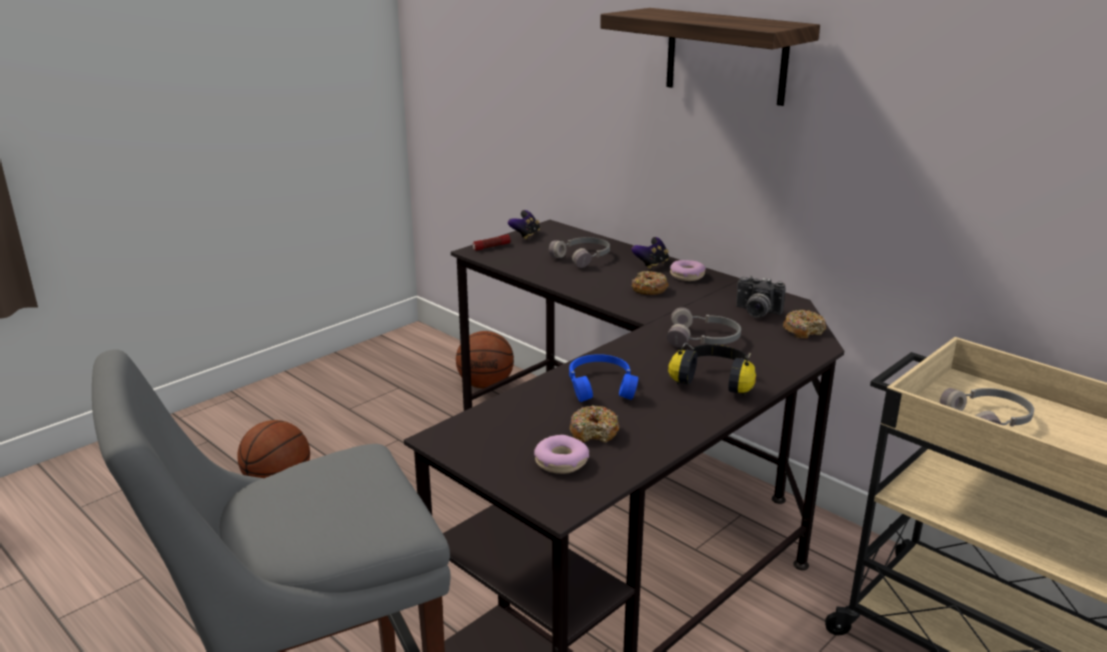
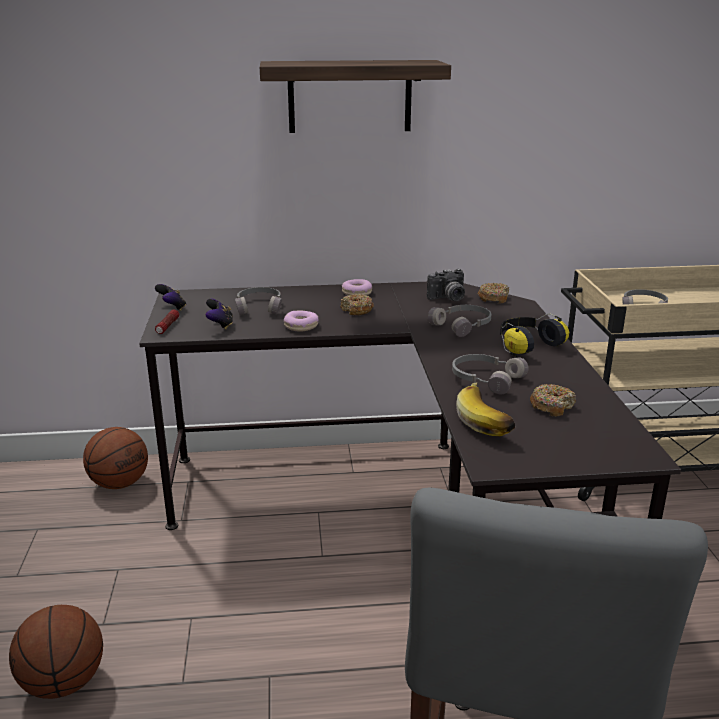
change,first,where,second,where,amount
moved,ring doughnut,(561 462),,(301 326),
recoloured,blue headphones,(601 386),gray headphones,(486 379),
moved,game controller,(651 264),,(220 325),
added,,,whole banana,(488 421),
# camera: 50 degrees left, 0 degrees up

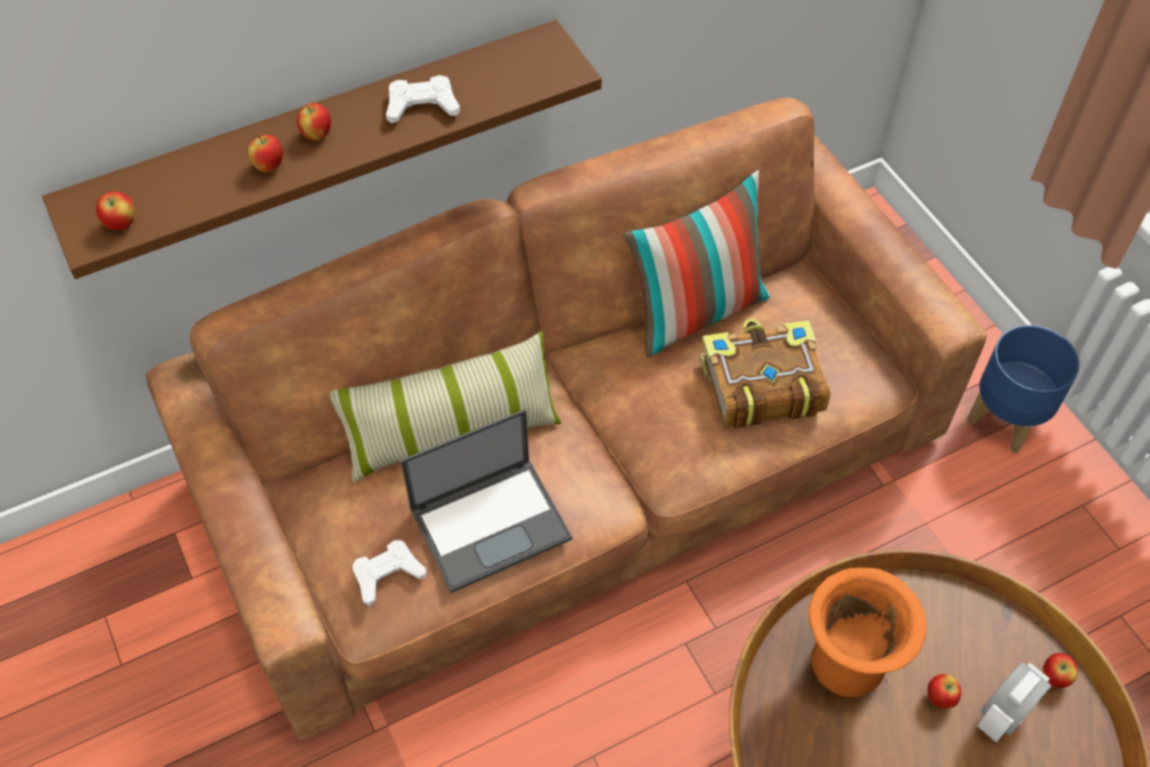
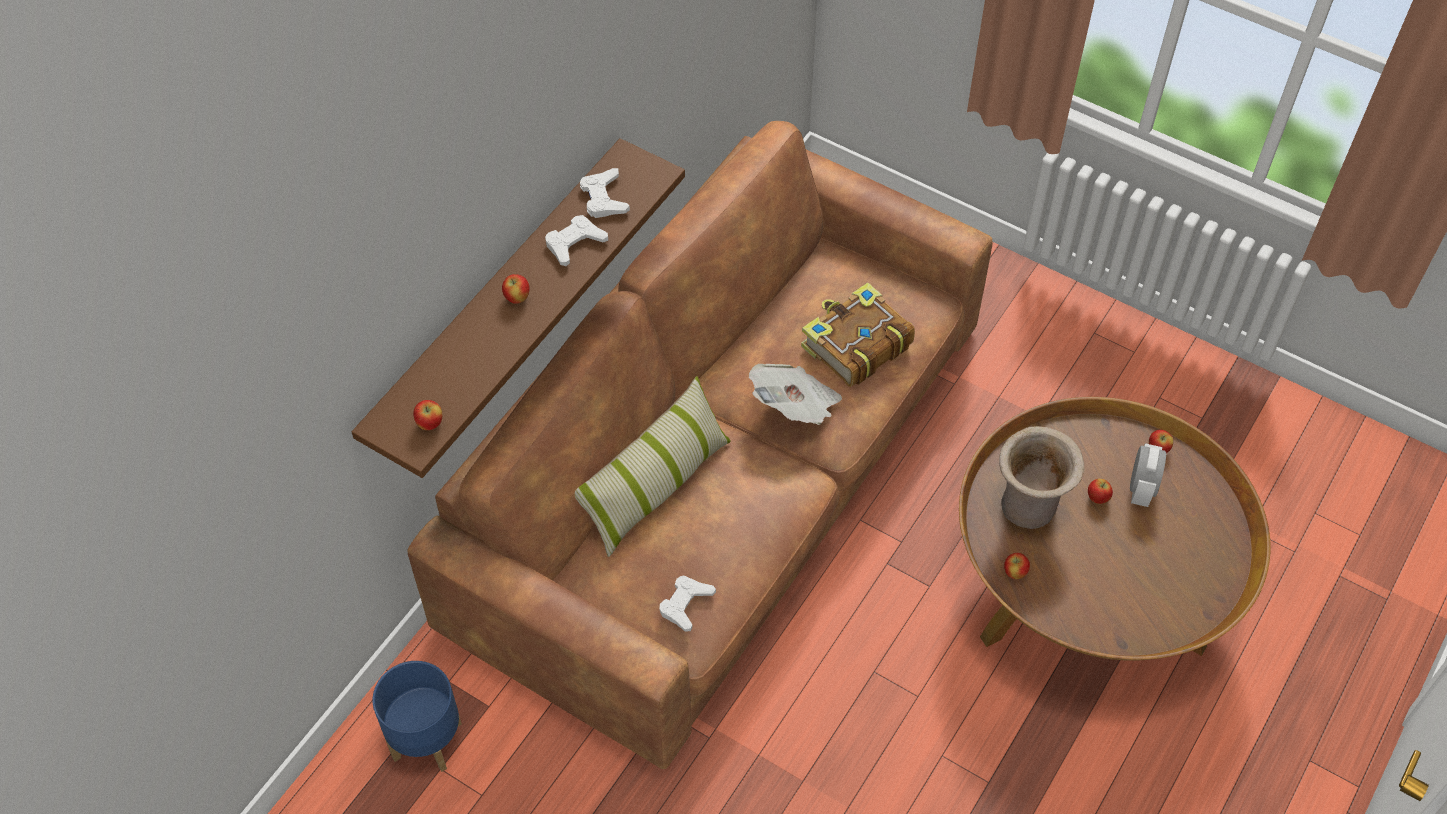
change,first,where,second,where,amount
moved,whole apple,(269 167),,(1014 573),
removed,portable computer,(492 523),,,
removed,pillow,(696 311),,,
recoloured,orange decorative vase,(847 668),beige decorative vase,(1029 509),
moved,blue planter,(1007 420),,(428 740),
added,,,whitish game controller,(604 198),
added,,,daily paper,(795 406),
# camera: 30 degrees left, 0 degrees up

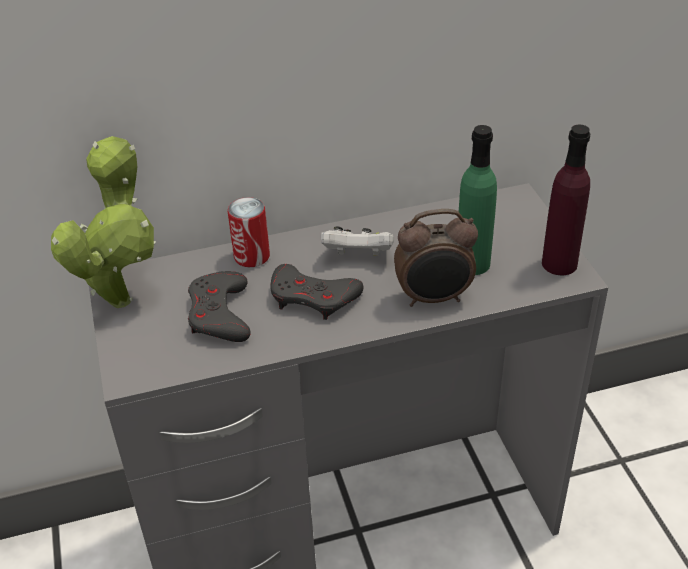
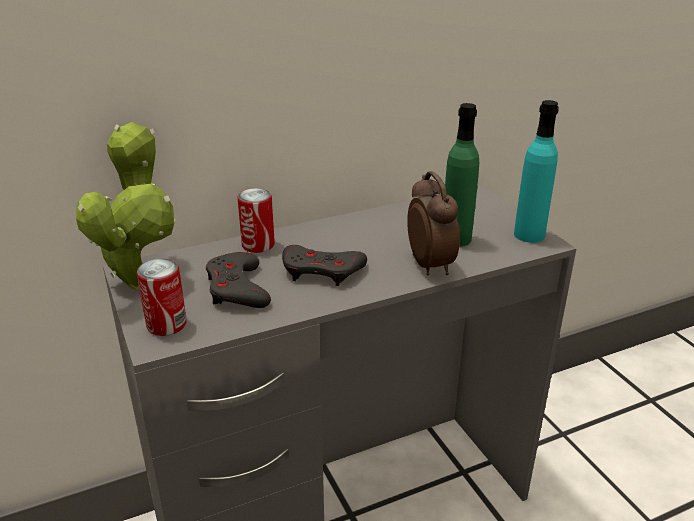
change,first,where,second,where,amount
removed,whitish game controller,(358 256),,,
turned,bedside clock,(434 298),,(431 265),90 degrees counterclockwise
recoloured,purple bottle,(559 264),blue-green bottle,(529 235),
added,,,sealed can,(166 324),
# camera: 10 degrees left, 10 degrees down

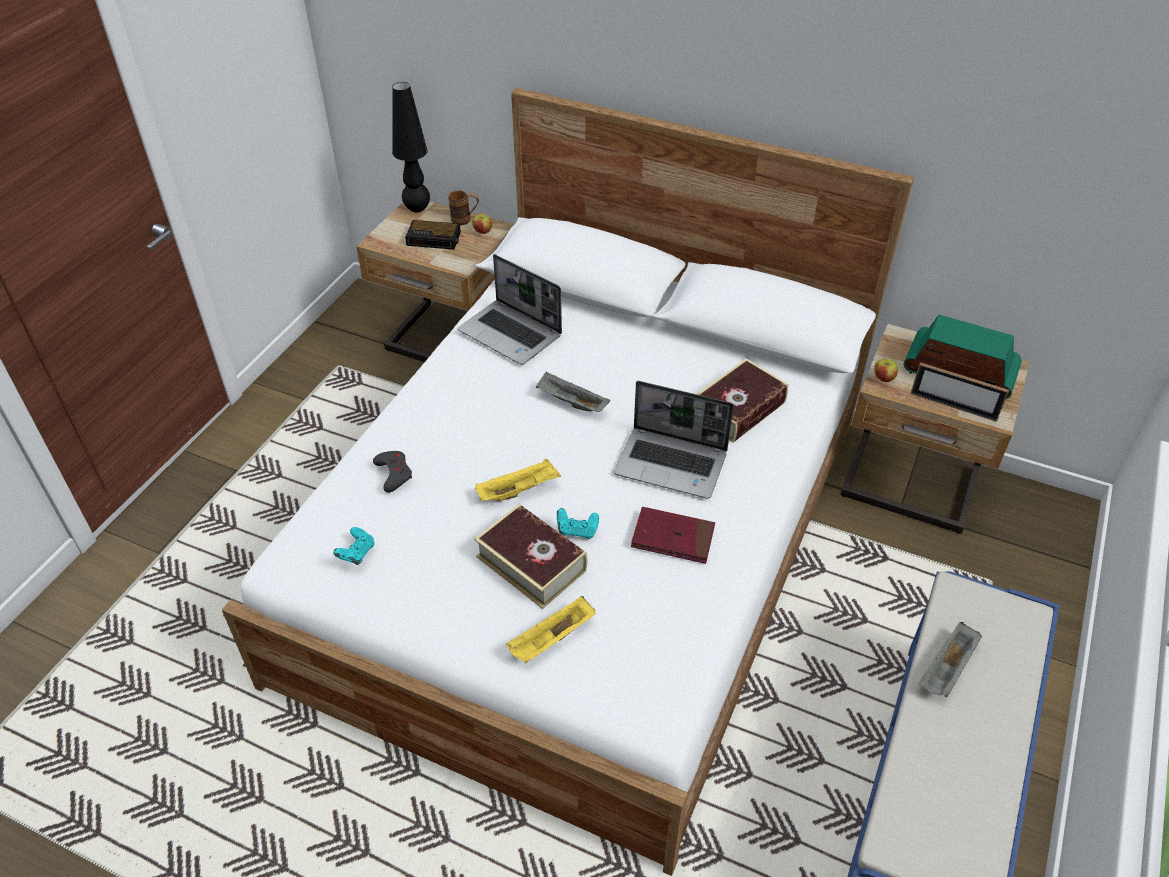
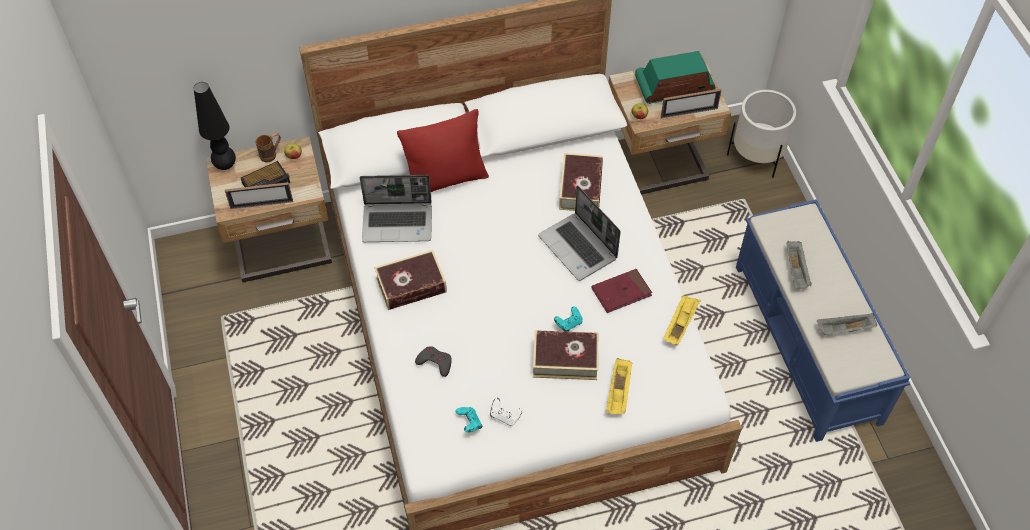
change,first,where,second,where,amount
moved,yellow serving tray,(519 490),,(680 324),
moved,gray serving tray,(570 403),,(844 329),
turned,portable computer,(672 464),,(579 248),75 degrees clockwise
added,,,photo frame,(261 204),
added,,,volume,(411 285),
added,,,red pillow,(446 180),
added,,,whitish game controller,(505 416),
added,,,whitish planter,(756 156),
# camera: 40 degrees left, 10 degrees up

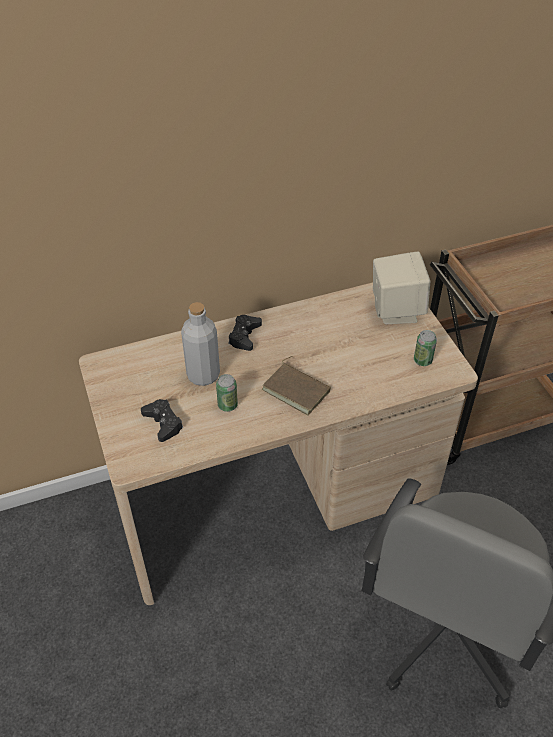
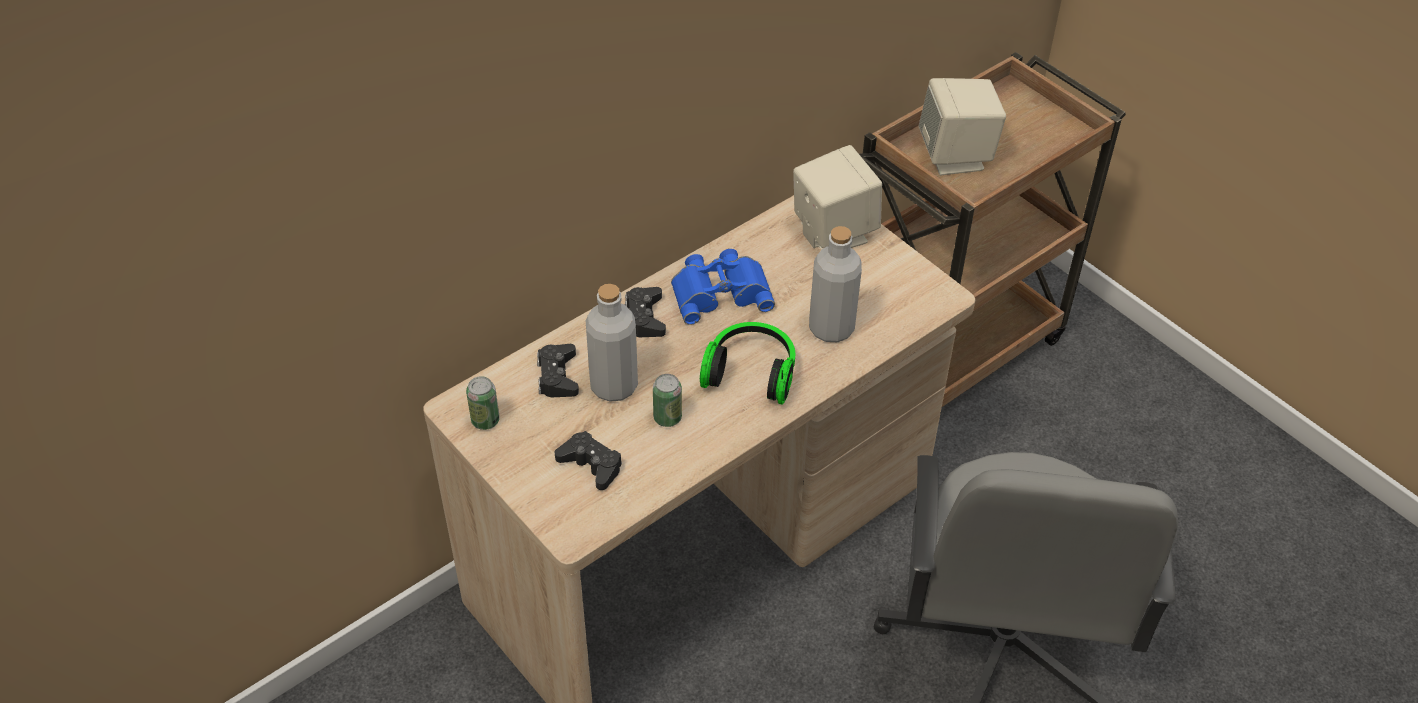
change,first,where,second,where,amount
replaced,brownish volume,(297 389),headphones,(751 372),
moved,sealed can,(422 360),,(485 420),
added,,,black game controller,(557 376),
added,,,blue field glasses,(720 291),
added,,,gray bottle,(831 328),
added,,,beige loudspeaker,(956 156),
# camera: 20 degrees left, 0 degrees up

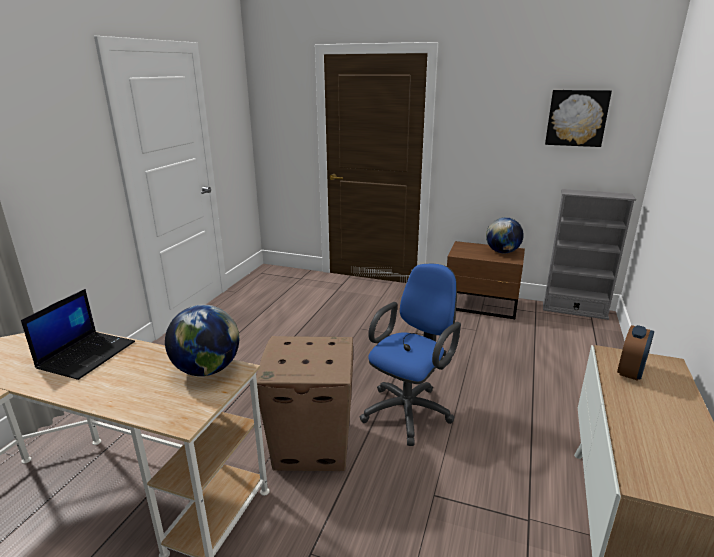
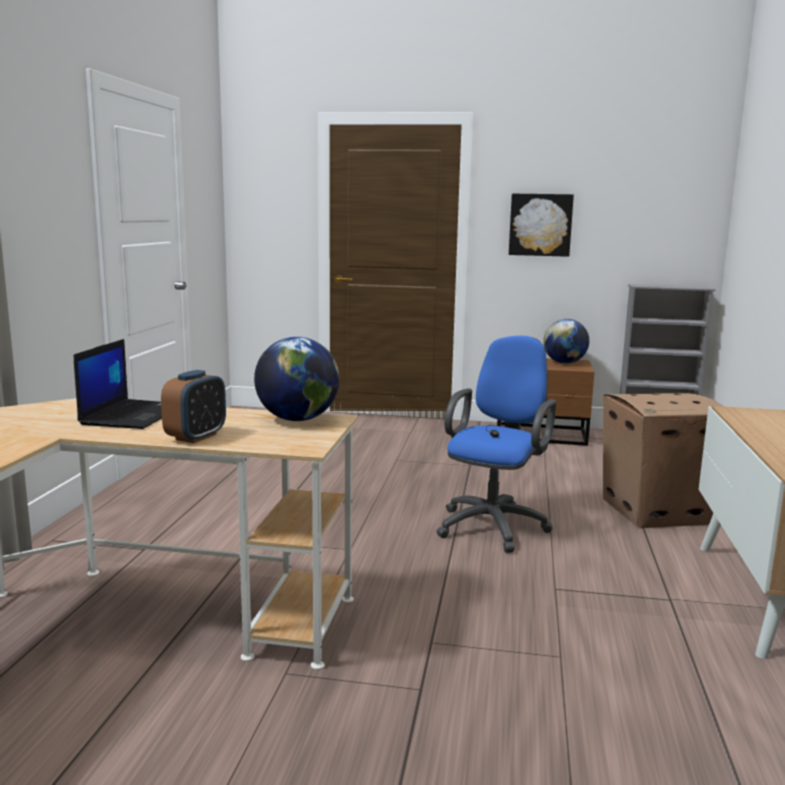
change,first,where,second,where,amount
moved,packing box,(313 445),,(656 511),
moved,wall art,(576 118),,(540 225),
moved,bedside clock,(630 371),,(196 437),
# camera: 10 degrees left, 10 degrees down

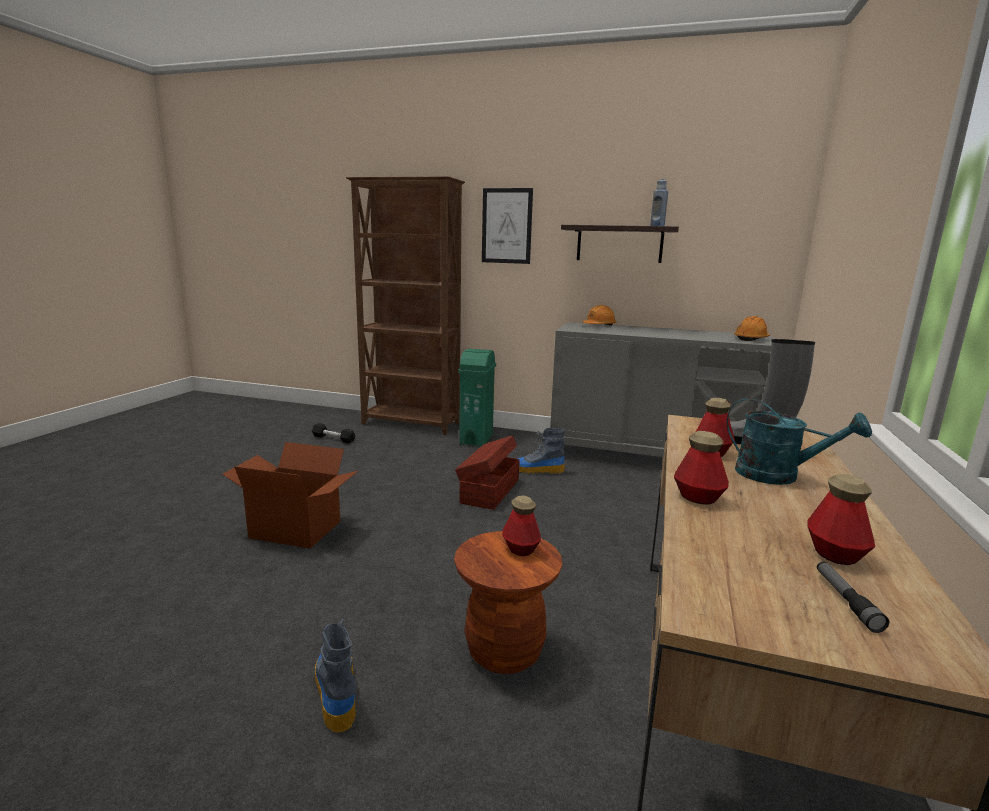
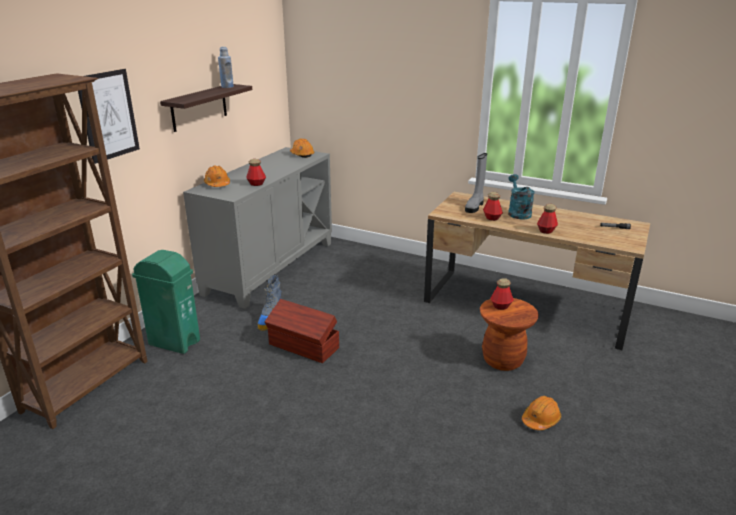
change,first,where,second,where,amount
removed,packing box,(296 529),,,
removed,black hand weight,(333 439),,,
replaced,tall boot,(336 690),orange safety helmet,(540 419),
turned,blue-green watering can,(778 476),,(518 212),45 degrees counterclockwise
moved,bottle,(835 554),,(256 184),
# camera: 80 degrees left, 10 degrees up

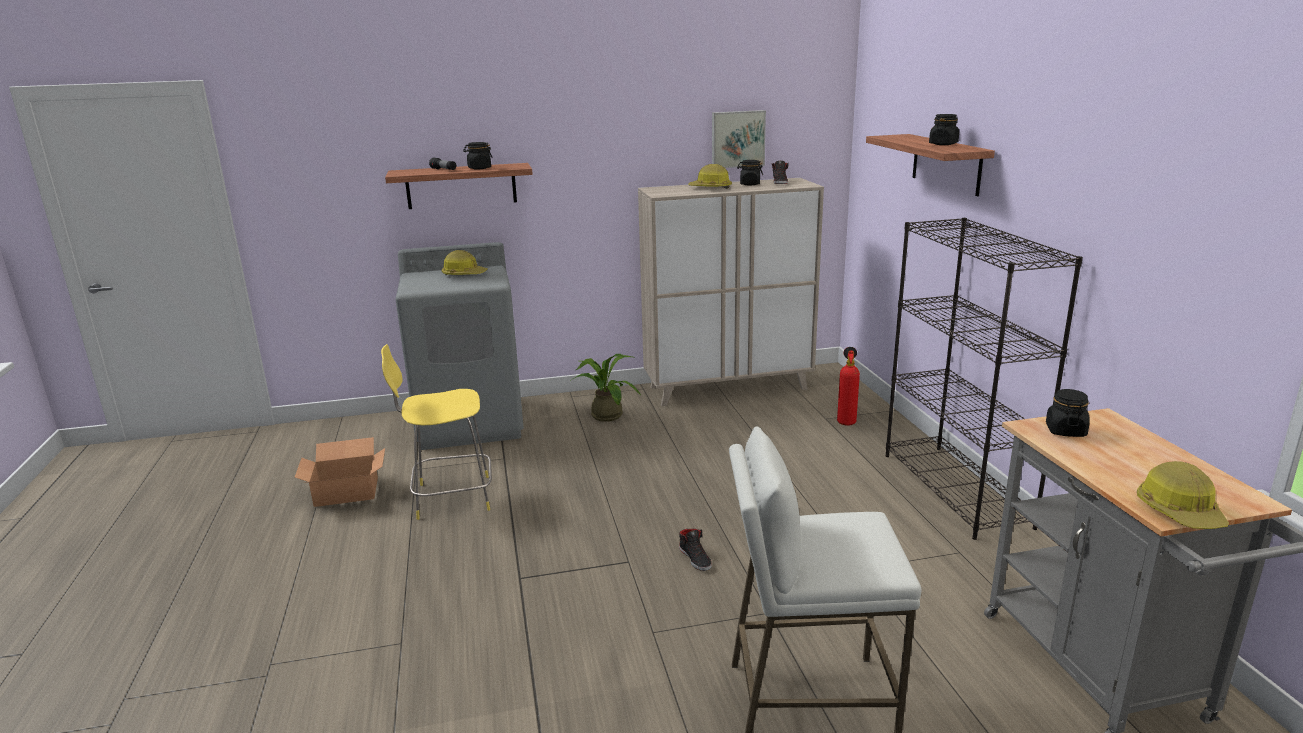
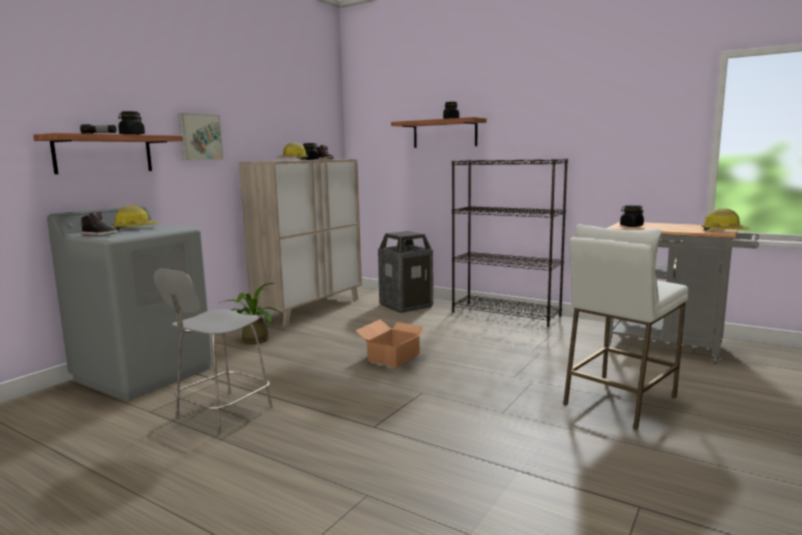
change,first,where,second,where,amount
moved,packing box,(346 491),,(393 357),
recoloured,yellow stool seat,(450 497),gray stool seat,(222 413),
moved,black low shoe,(695 558),,(100 234),
moved,wall art,(737 139),,(199 137),
replaced,fire extinguisher,(846 421),waste bin,(406 305),
# camera: 45 degrees left, 10 degrees down

